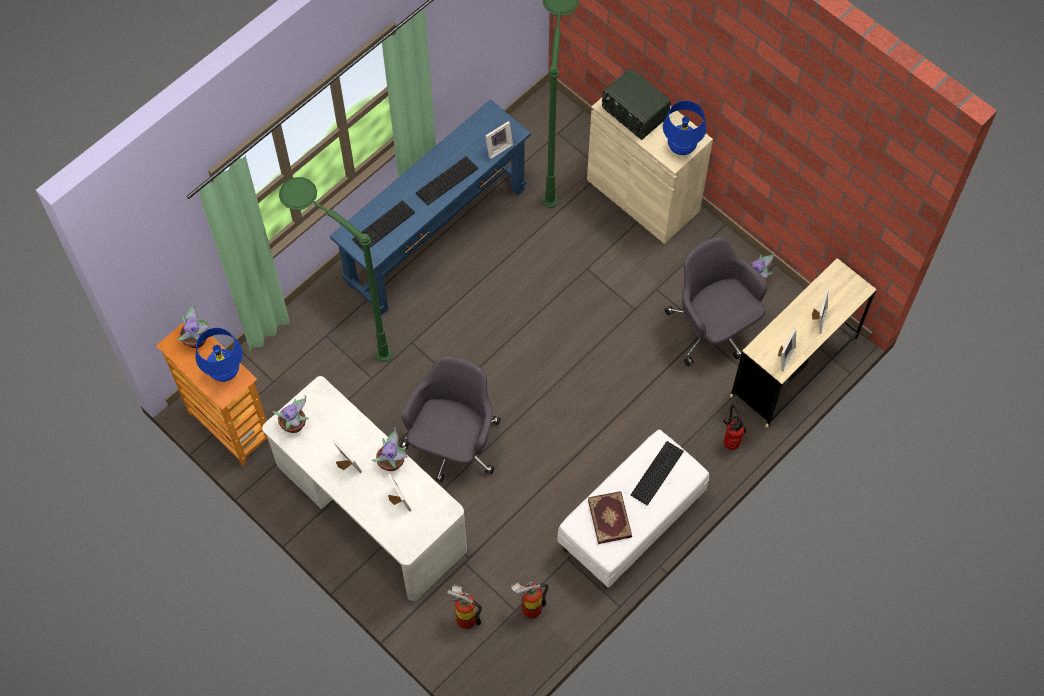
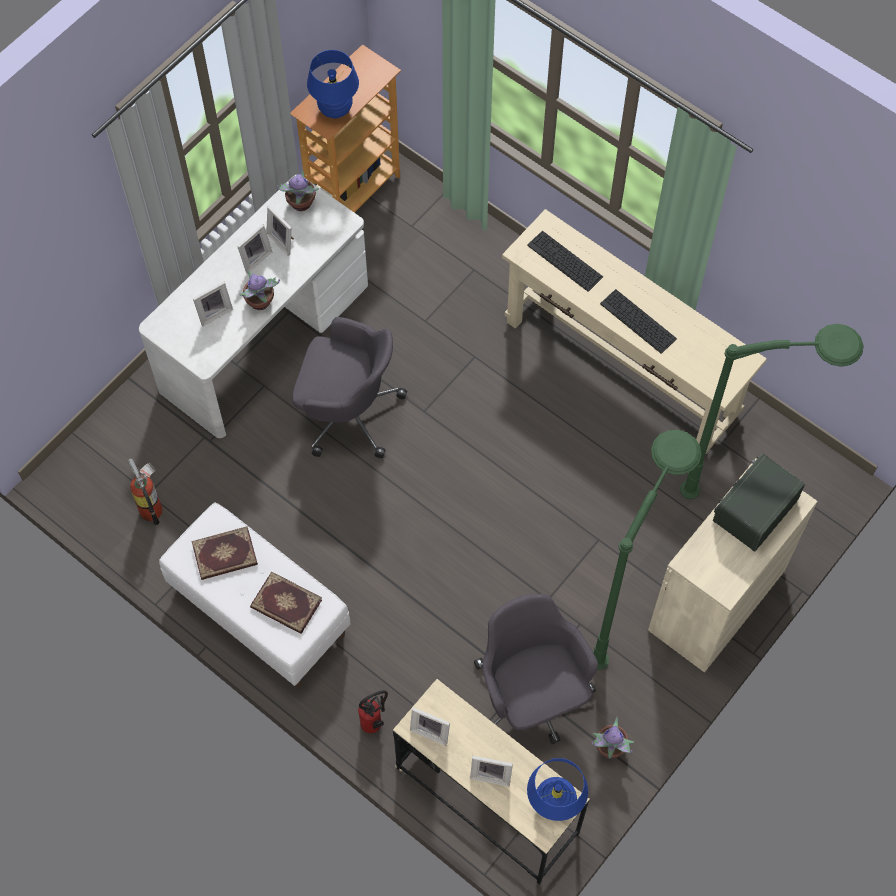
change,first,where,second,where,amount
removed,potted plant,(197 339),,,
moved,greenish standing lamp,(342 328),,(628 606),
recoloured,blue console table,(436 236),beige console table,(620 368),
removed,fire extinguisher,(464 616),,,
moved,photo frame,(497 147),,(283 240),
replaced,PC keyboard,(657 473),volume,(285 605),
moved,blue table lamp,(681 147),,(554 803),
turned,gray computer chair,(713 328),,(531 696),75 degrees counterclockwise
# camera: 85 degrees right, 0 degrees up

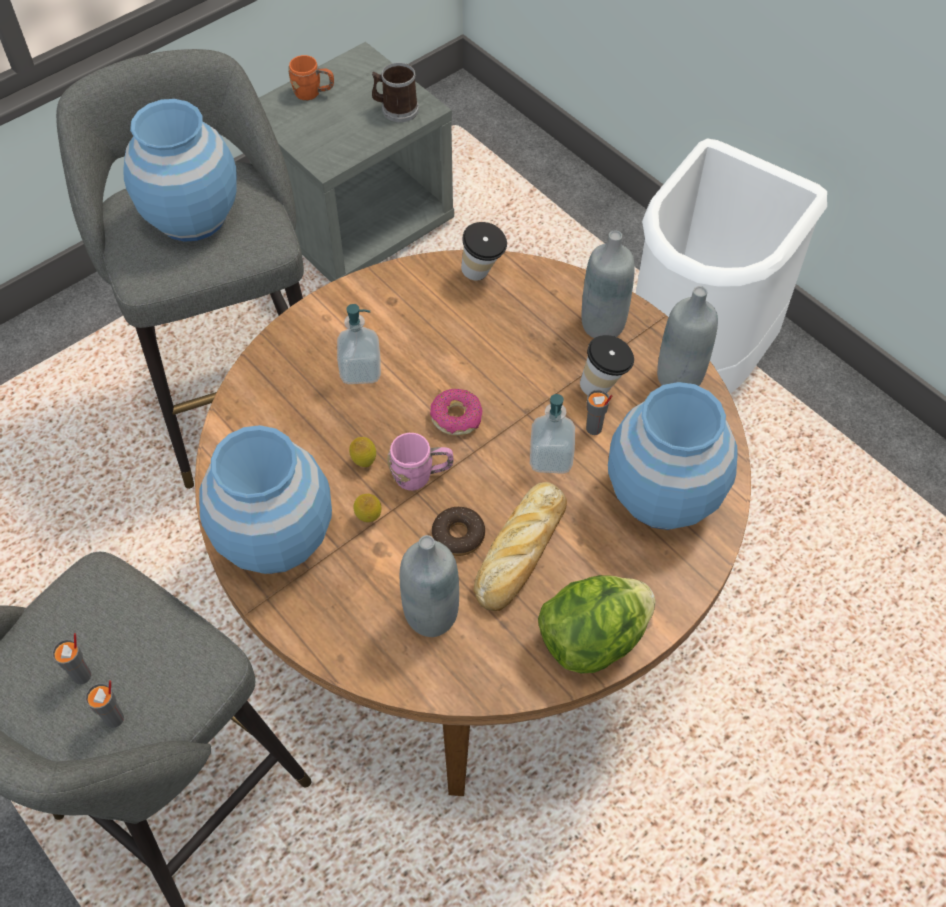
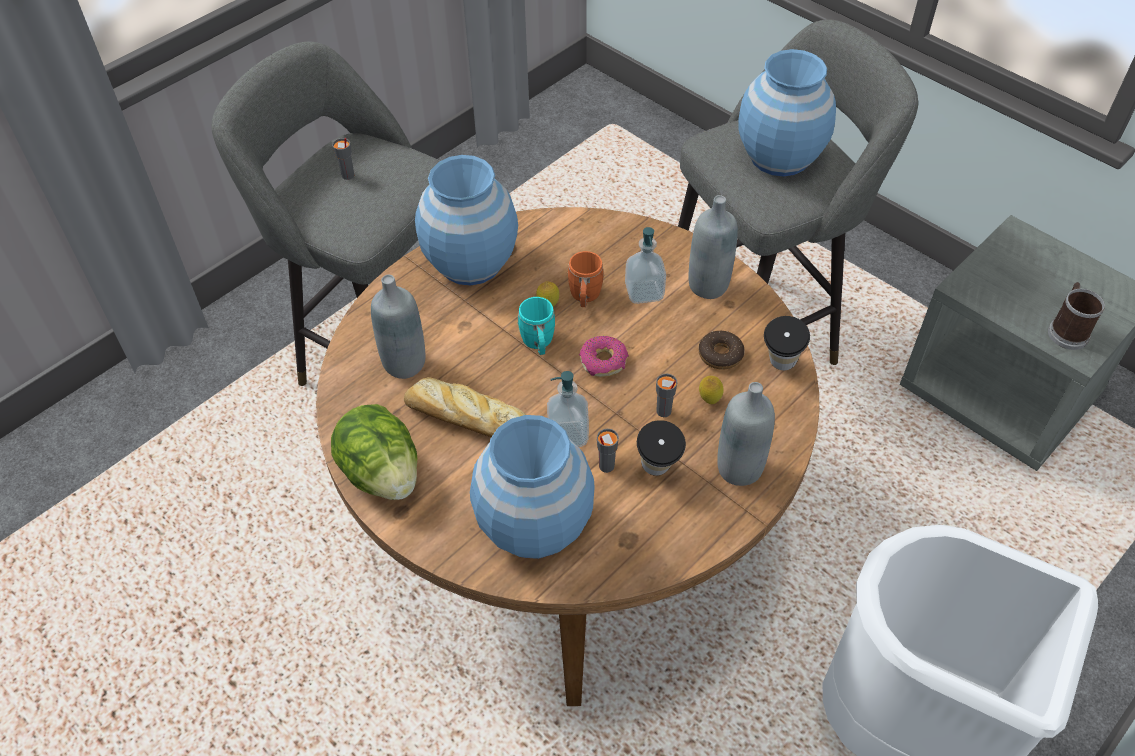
change,first,where,second,where,amount
moved,gray cup,(115 719),,(663 411),
moved,orange mug,(313 93),,(585 297),
moved,lemon,(369 518),,(709 400),
recoloured,pink mug,(421 475),blue-green mug,(538 344),
moved,ring doughnut,(458 535),,(720 355),
moved,gray bottle,(679 378),,(708 285),
# camera: 85 degrees right, 5 degrees down

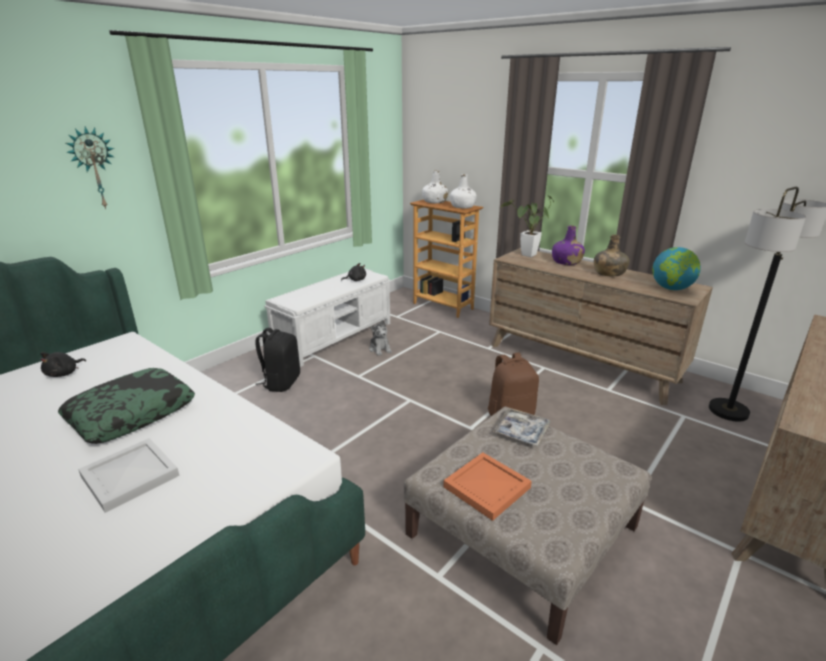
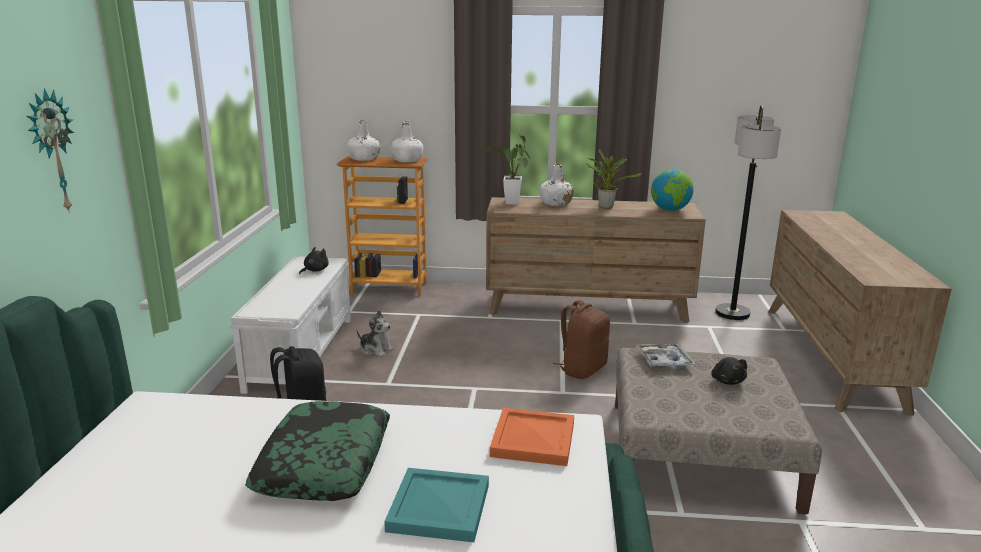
change,first,where,second,where,amount
moved,black soft toy,(64 373),,(727 381),
recoloured,whitish serving tray,(131 476),blue-green serving tray,(440 507),
moved,orange serving tray,(487 488),,(534 440),
recoloured,purple bottle,(566 262),whitish bottle,(556 203),
replaced,greenish bottle,(608 273),potted plant,(605 206),
# camera: 35 degrees left, 5 degrees down

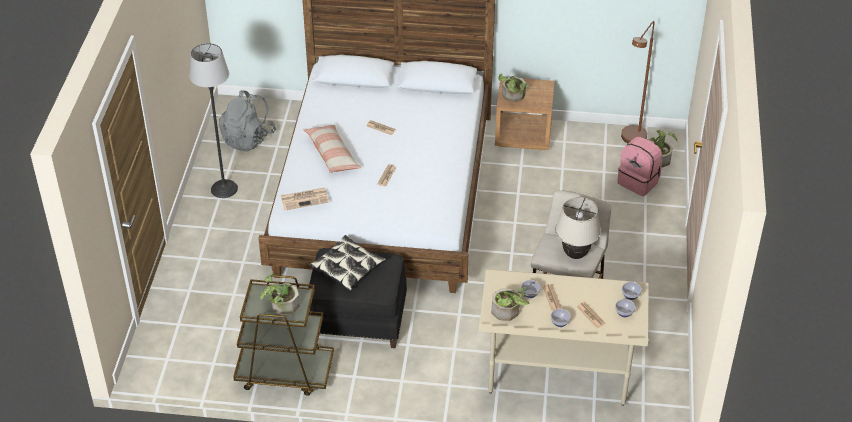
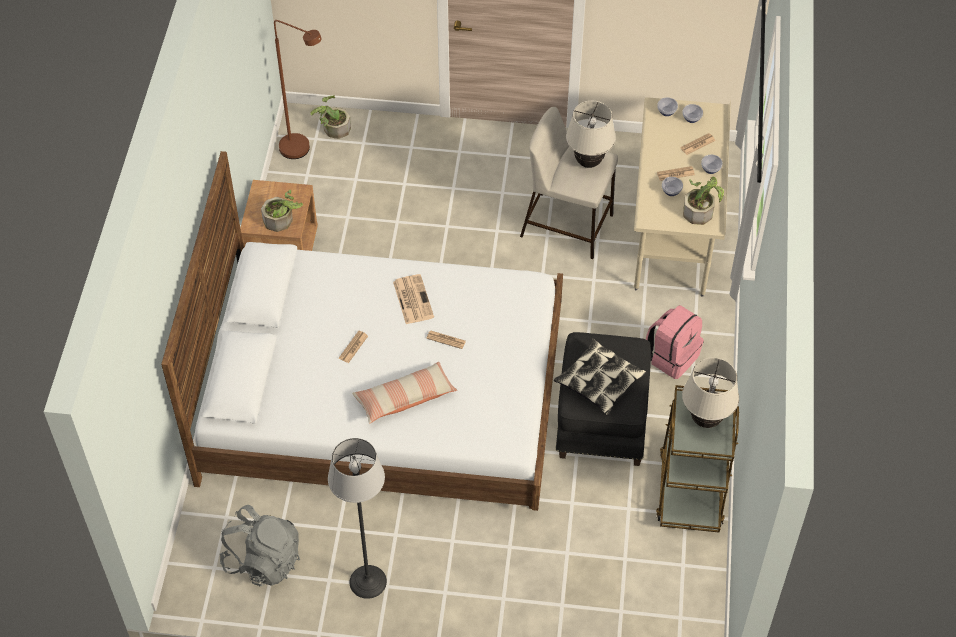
change,first,where,second,where,amount
replaced,potted plant,(281 306),beige table lamp,(705 420),
moved,daily paper,(305 199),,(412 299),
moved,pink knapsack,(639 182),,(672 356),
# camera: 90 degrees left, 10 degrees up

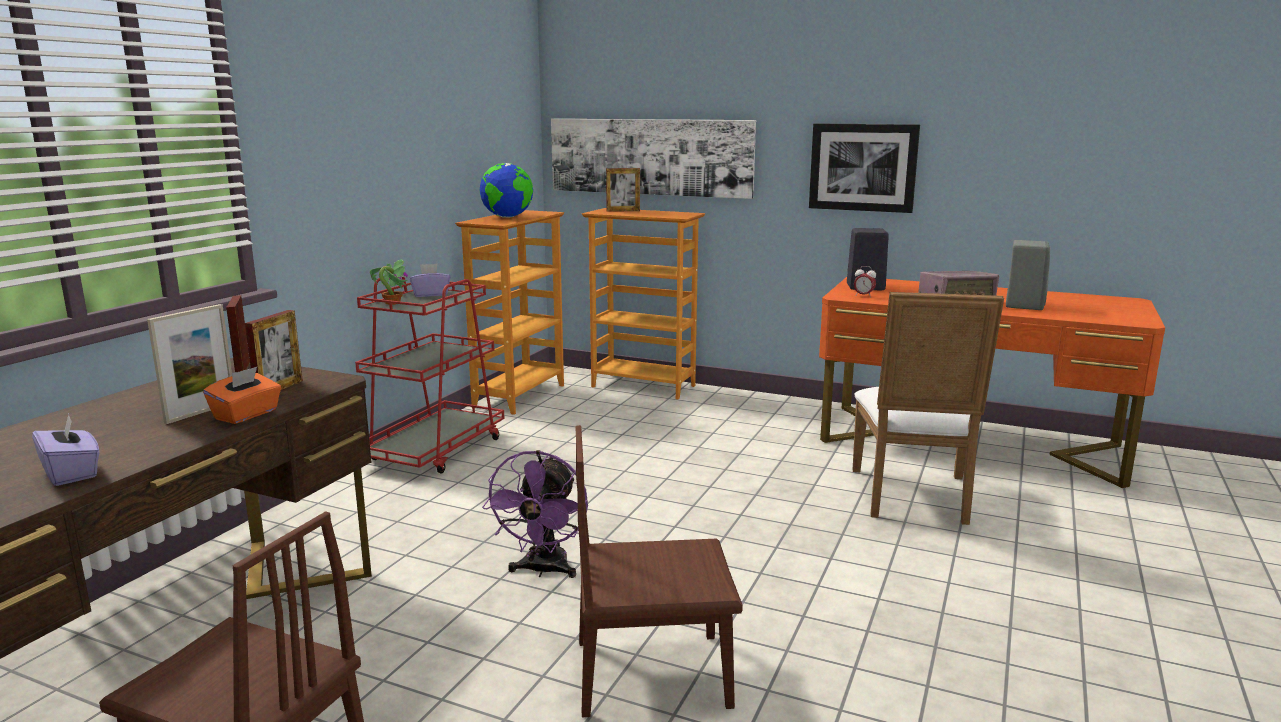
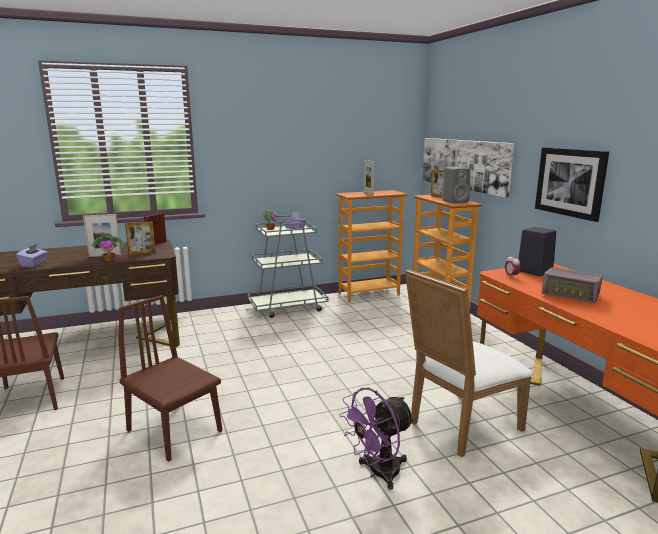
change,first,where,second,where,amount
replaced,orange box of tissues,(247 415),potted plant,(110 260),
recoloured,red trolley,(435 450),gray trolley,(288 307),
replaced,desk globe,(507 217),photo frame,(368 193),
moved,purple fan,(543 570),,(378 473),
moved,gray loudspeaker,(1023 305),,(455 201),
# camera: 45 degrees right, 0 degrees up

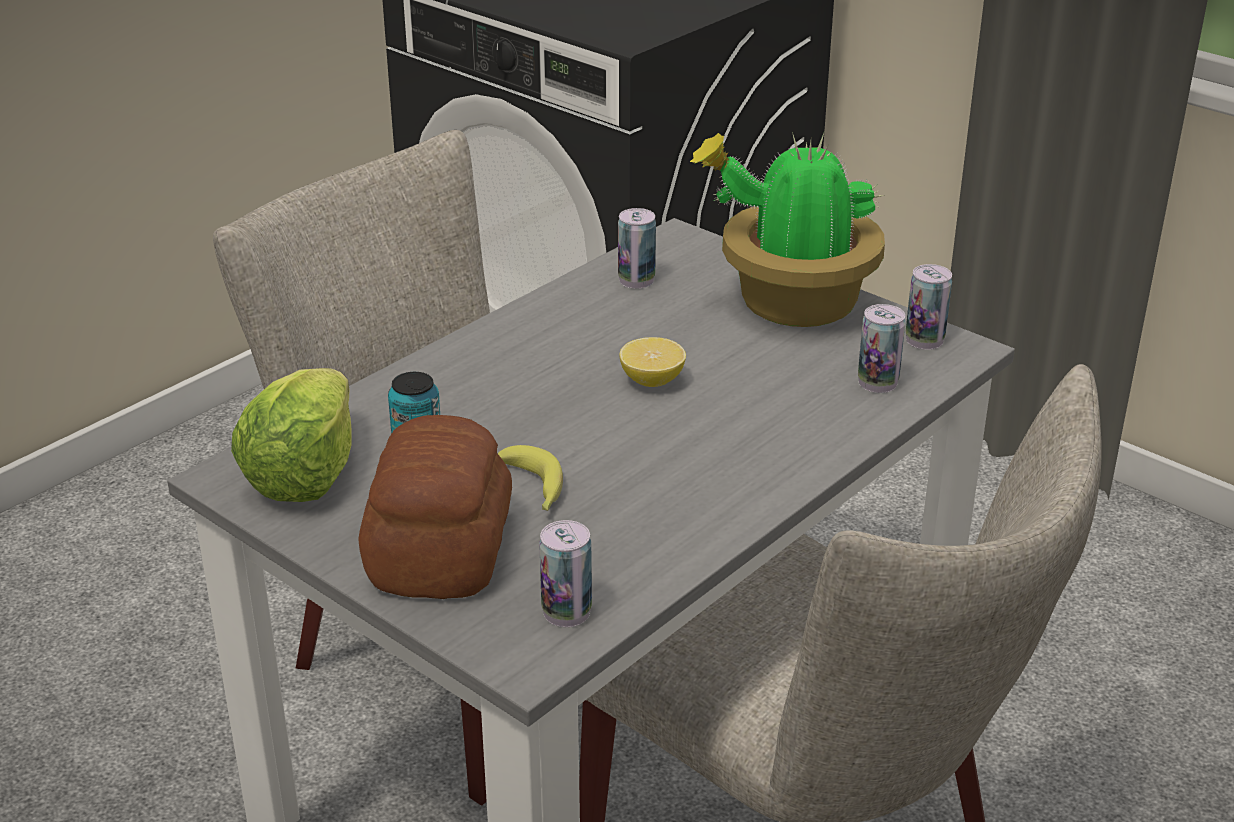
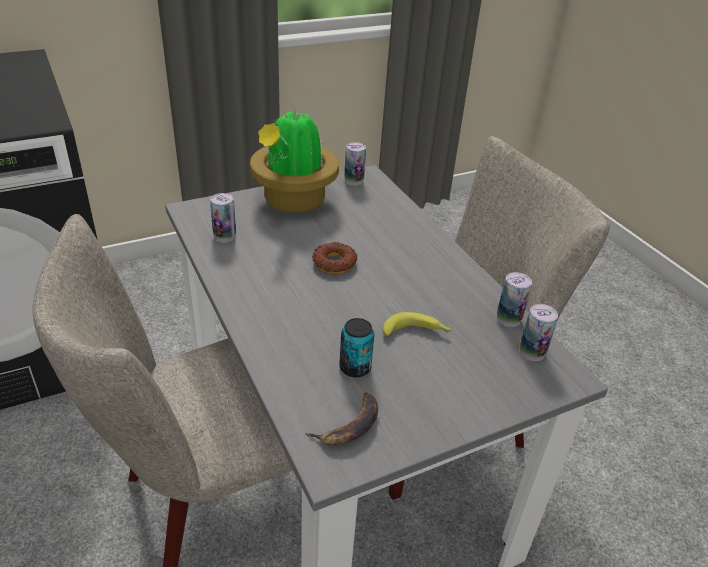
change,first,where,second,where,amount
replaced,head of lettuce,(305 474),whole banana,(349 424),
removed,bakery bread,(443 549),,,
replaced,lemon,(652 381),ring doughnut,(334 263),
moved,sealed can,(877 382),,(508 319),
# camera: 70 degrees left, 5 degrees up

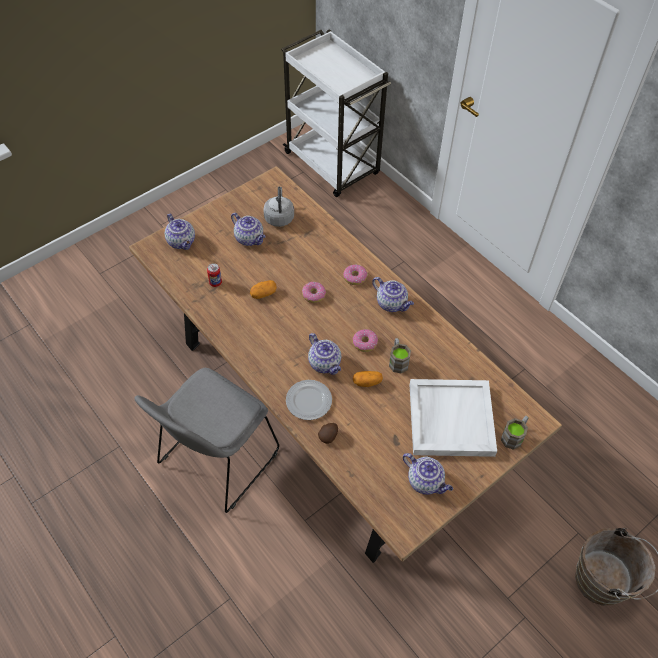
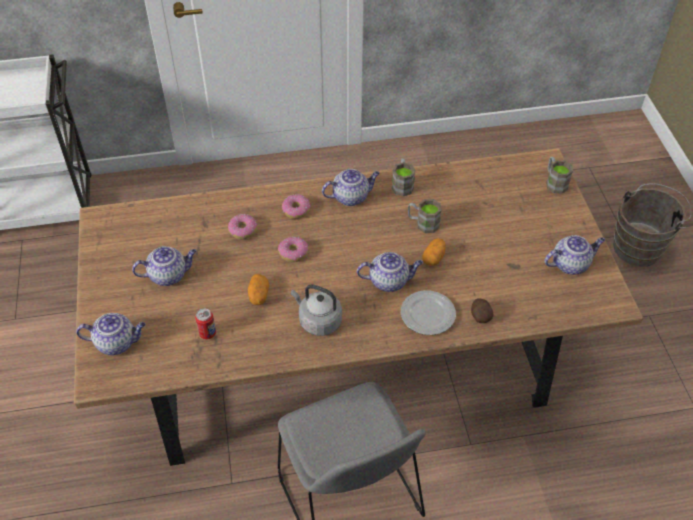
change,first,where,second,where,amount
moved,gray kettle,(279 217),,(318 321),
moved,ring doughnut,(365 343),,(242 230),
removed,whitish serving tray,(450 418),,,
added,,,brownish mug,(402 184),
# camera: 60 degrees left, 5 degrees down

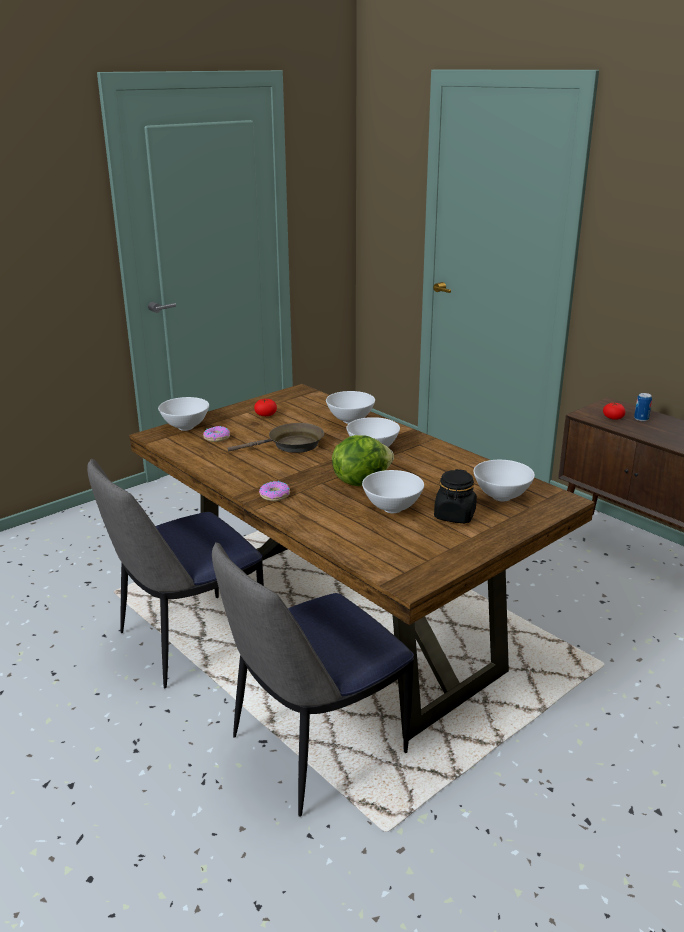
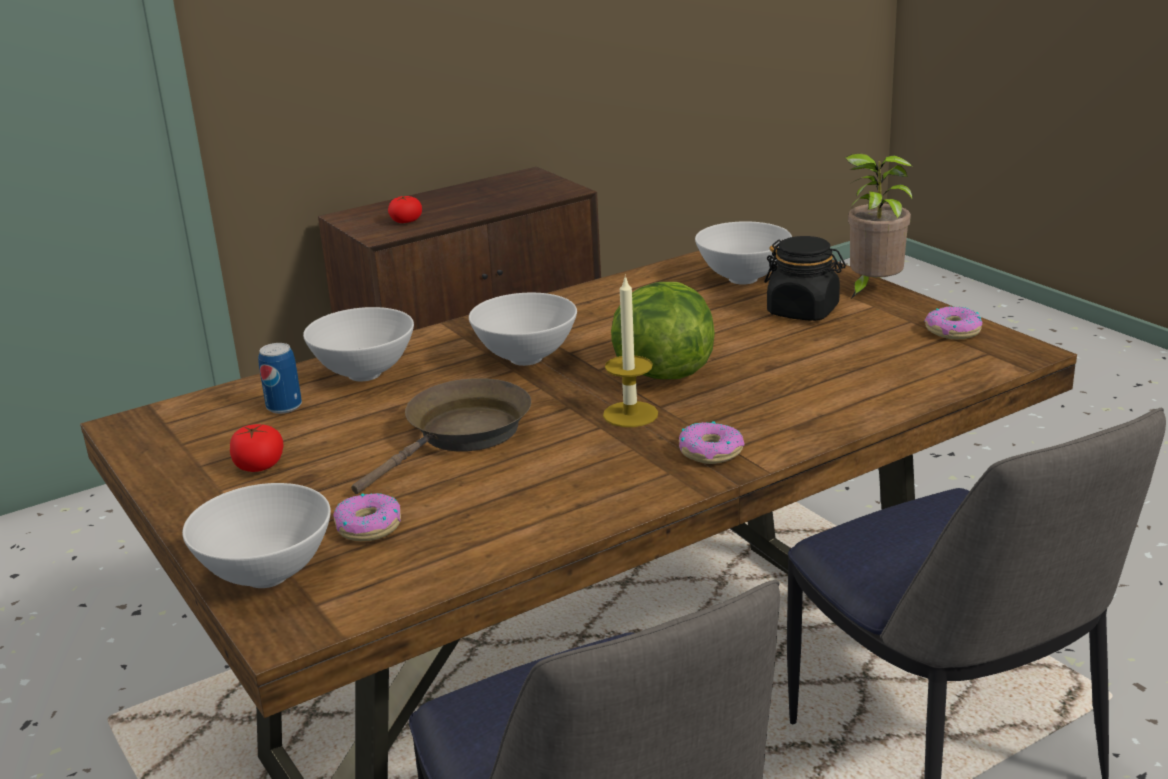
change,first,where,second,where,amount
turned,brownish skillet,(291 445),,(462 435),45 degrees clockwise
removed,whitish bowl,(393 509),,,
moved,sealed can,(641 419),,(284 407),
added,,,wax candle,(630 414),
added,,,potted plant,(872 290),
added,,,ring doughnut,(953 331),
# camera: 80 degrees left, 0 degrees up

